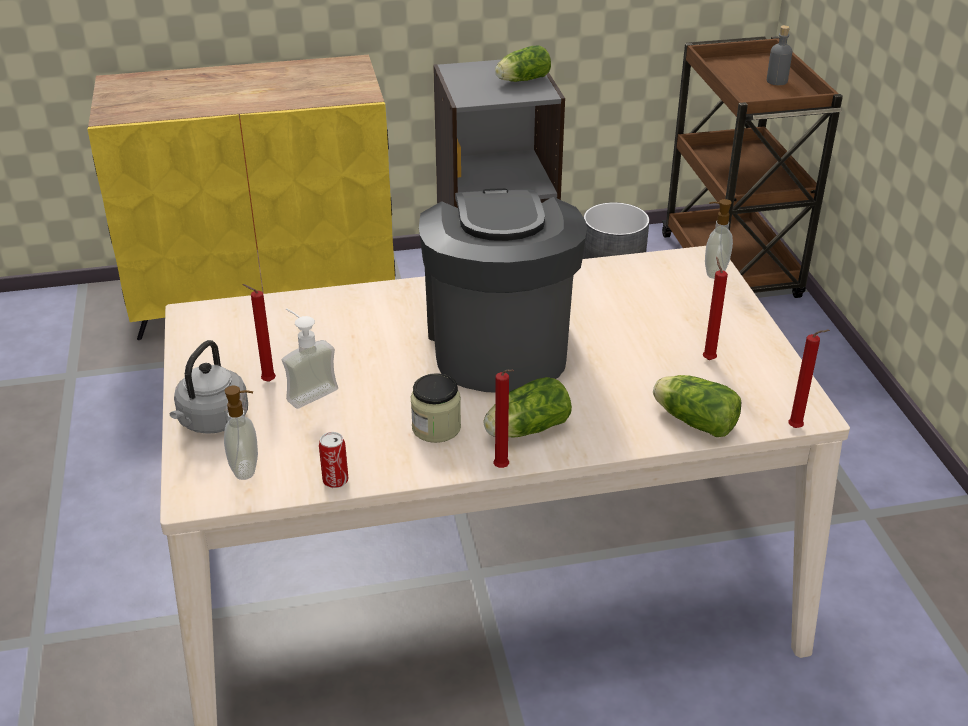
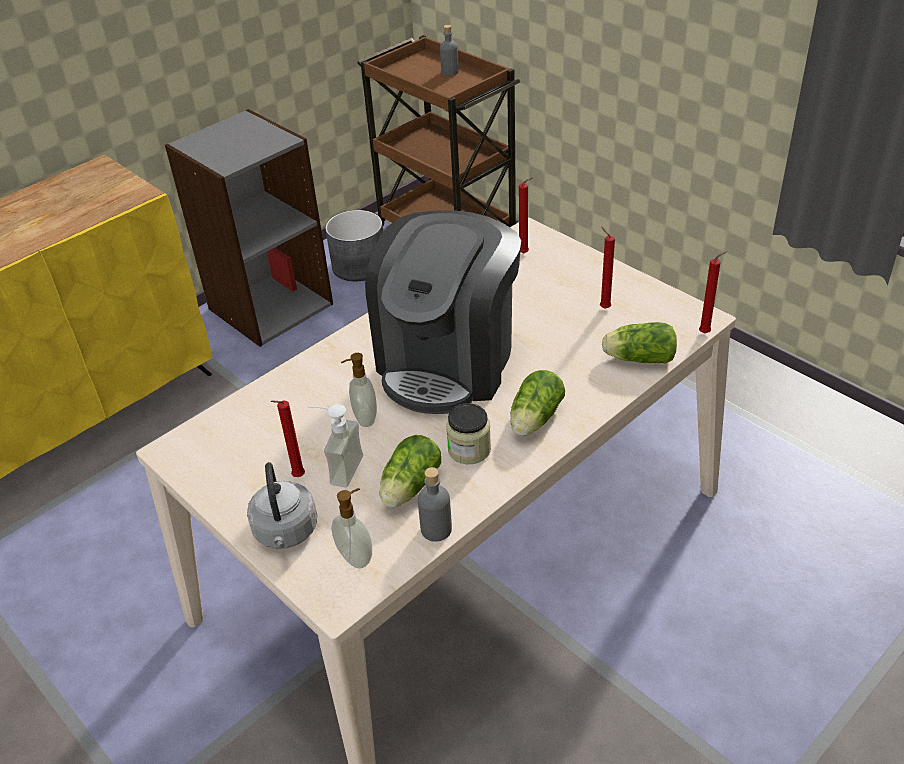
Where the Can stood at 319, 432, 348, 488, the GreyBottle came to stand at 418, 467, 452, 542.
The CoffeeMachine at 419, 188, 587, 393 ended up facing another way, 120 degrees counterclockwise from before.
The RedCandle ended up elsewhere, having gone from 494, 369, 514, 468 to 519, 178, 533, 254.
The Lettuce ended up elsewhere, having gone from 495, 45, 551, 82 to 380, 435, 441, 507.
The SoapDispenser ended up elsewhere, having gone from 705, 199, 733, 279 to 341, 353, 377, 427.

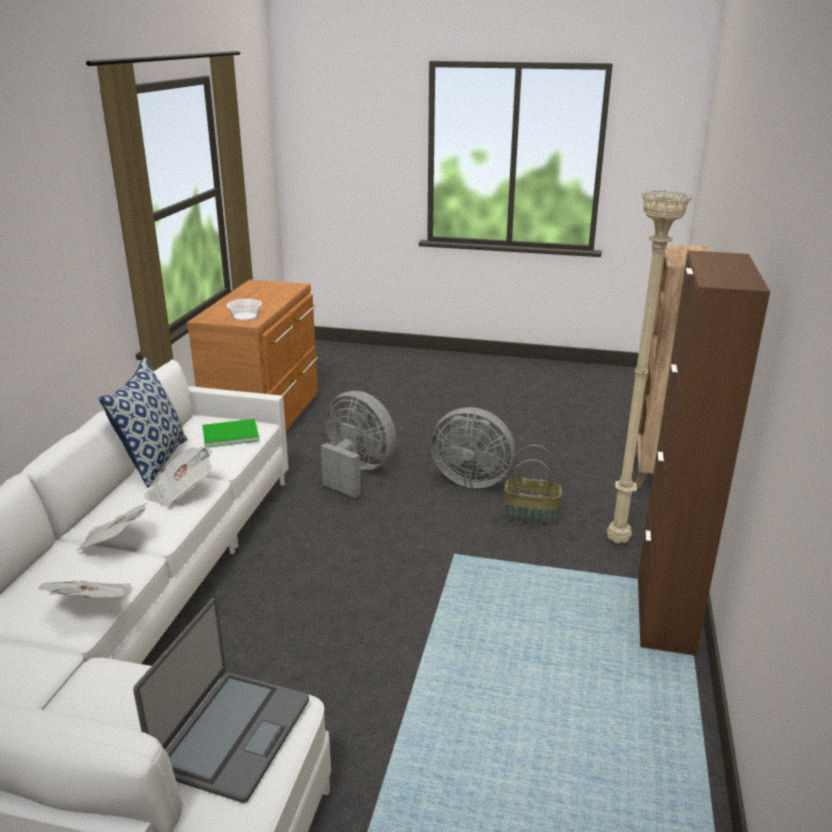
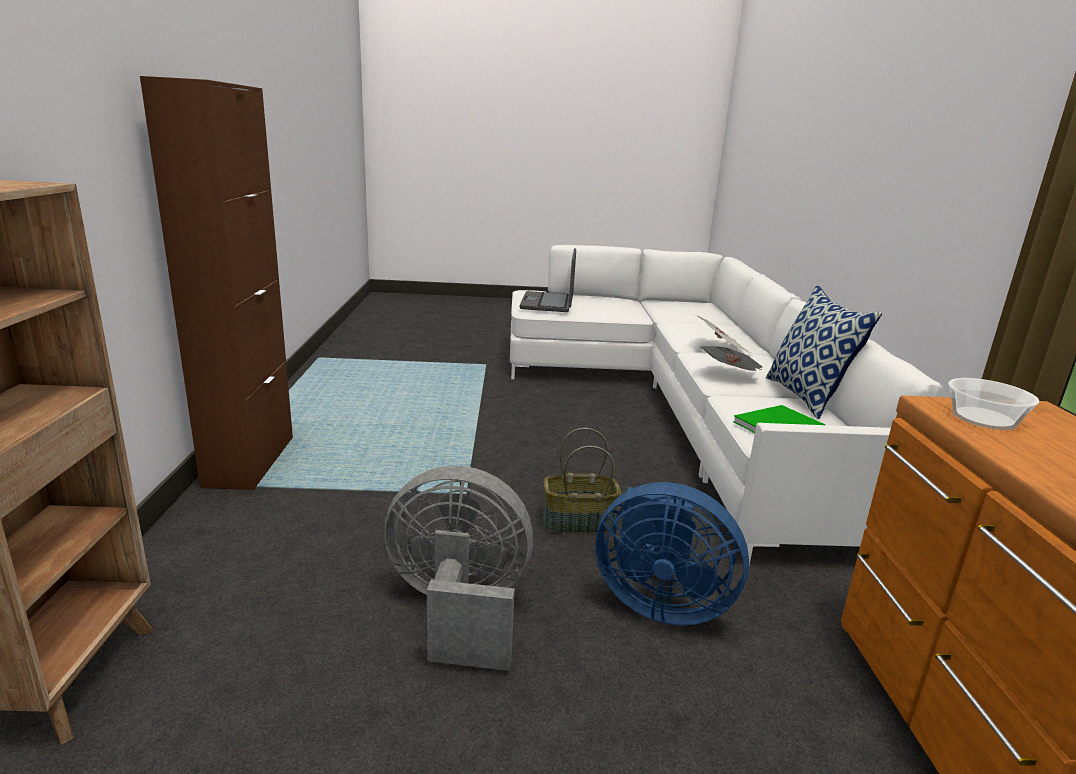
The second view lost the Newspaper at 39, 581, 131, 598.
What was the GreyFan at 321, 391, 396, 498 turned into the BlueFan at 595, 482, 749, 626.
The Basket ended up elsewhere, having gone from 504, 445, 562, 525 to 543, 428, 621, 533.
The second view lost the BeigeFloorLamp at 607, 190, 692, 544.

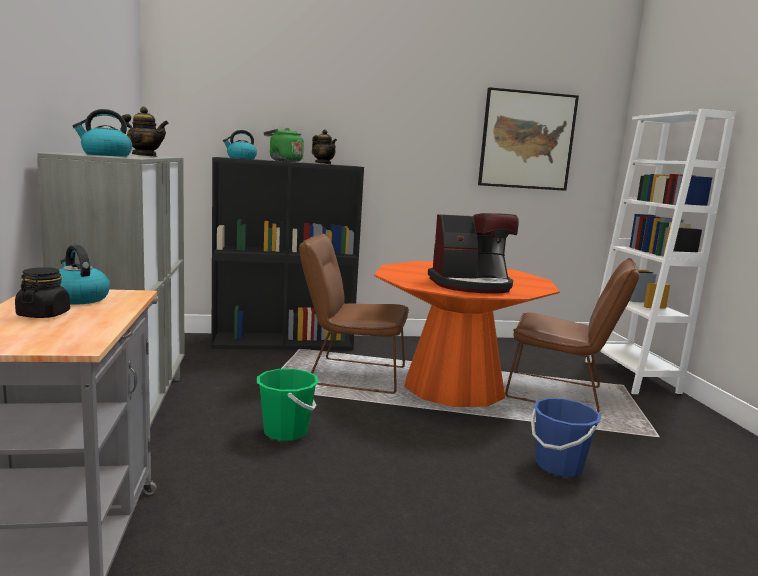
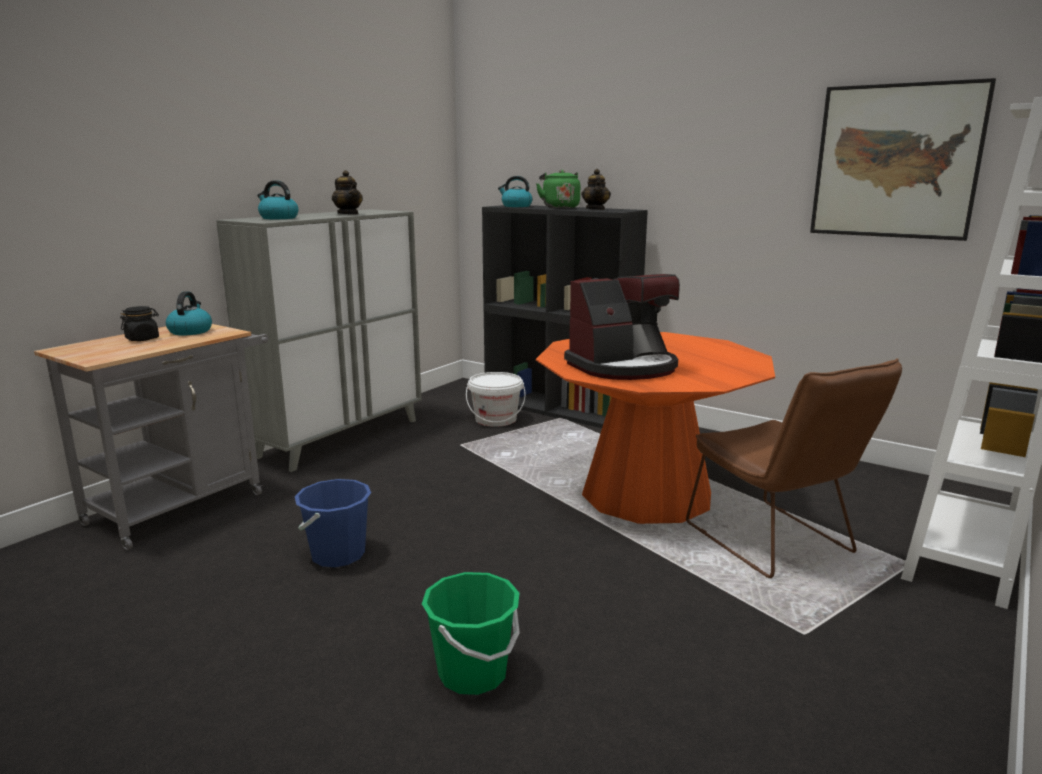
The GreenBucket ended up elsewhere, having gone from 257, 369, 319, 441 to 422, 572, 520, 695.
The second view lost the BrownChair at 299, 233, 409, 394.
The CoffeeMachine at 428, 213, 519, 294 ended up facing another way, 60 degrees counterclockwise from before.
The BlueBucket ended up elsewhere, having gone from 531, 398, 601, 476 to 295, 479, 371, 567.
The second view gained the WhiteBucket at 466, 372, 525, 427.

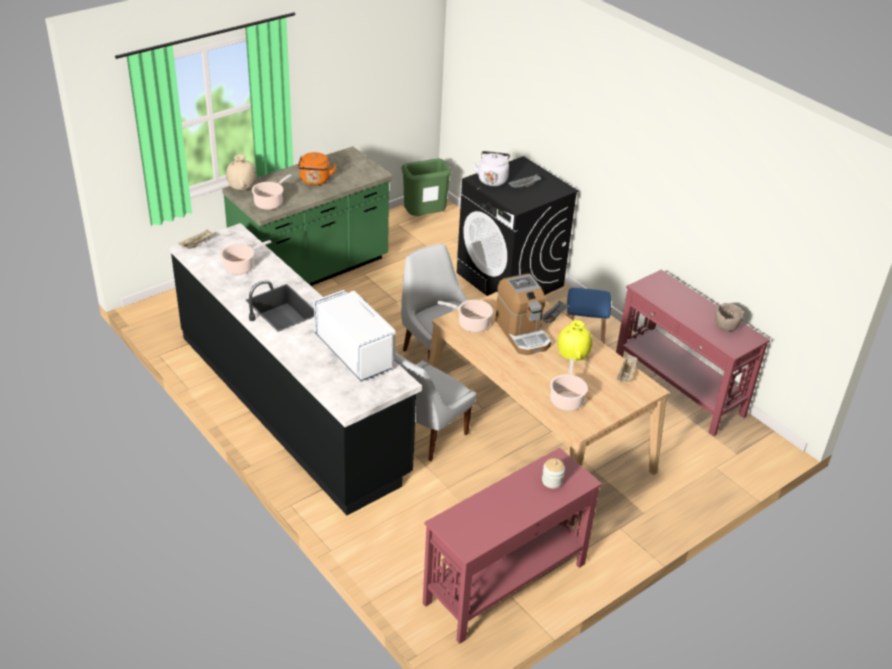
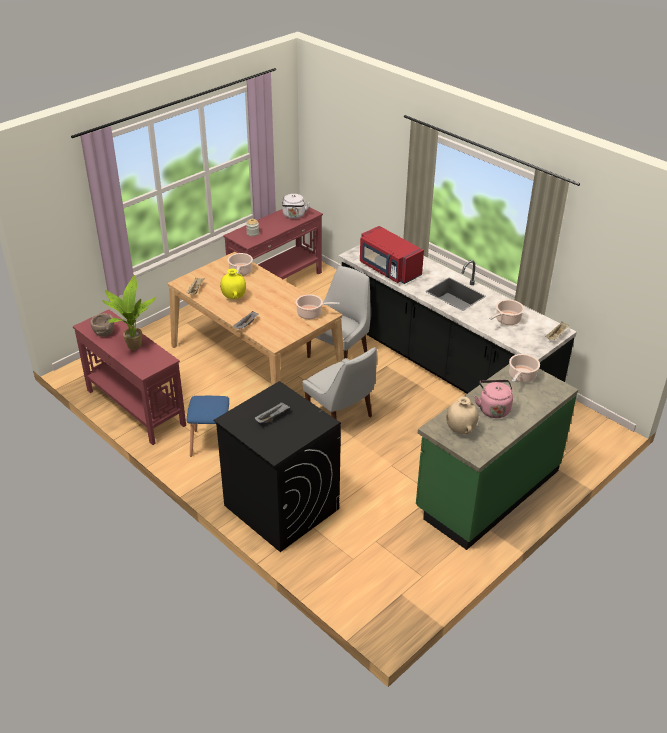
The BeigeVase ended up elsewhere, having gone from 226, 154, 256, 190 to 446, 397, 478, 434.
What was the OrangeKettle at 298, 152, 336, 185 turned into the PinkKettle at 474, 380, 513, 418.
What was the WhiteMicrowave at 314, 290, 395, 381 turned into the RedMicrowave at 360, 226, 424, 284.
The second view lost the GreenTrashCan at 402, 159, 452, 216.
The WhiteKettle ended up elsewhere, having gone from 473, 151, 510, 186 to 282, 194, 310, 219.
The second view lost the CoffeeMachine at 495, 273, 551, 355.
The second view gained the PottedPlant at 102, 275, 156, 350.

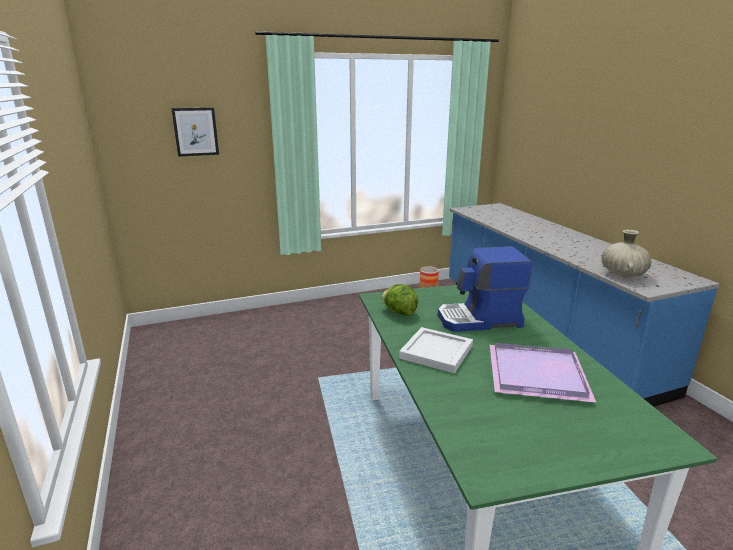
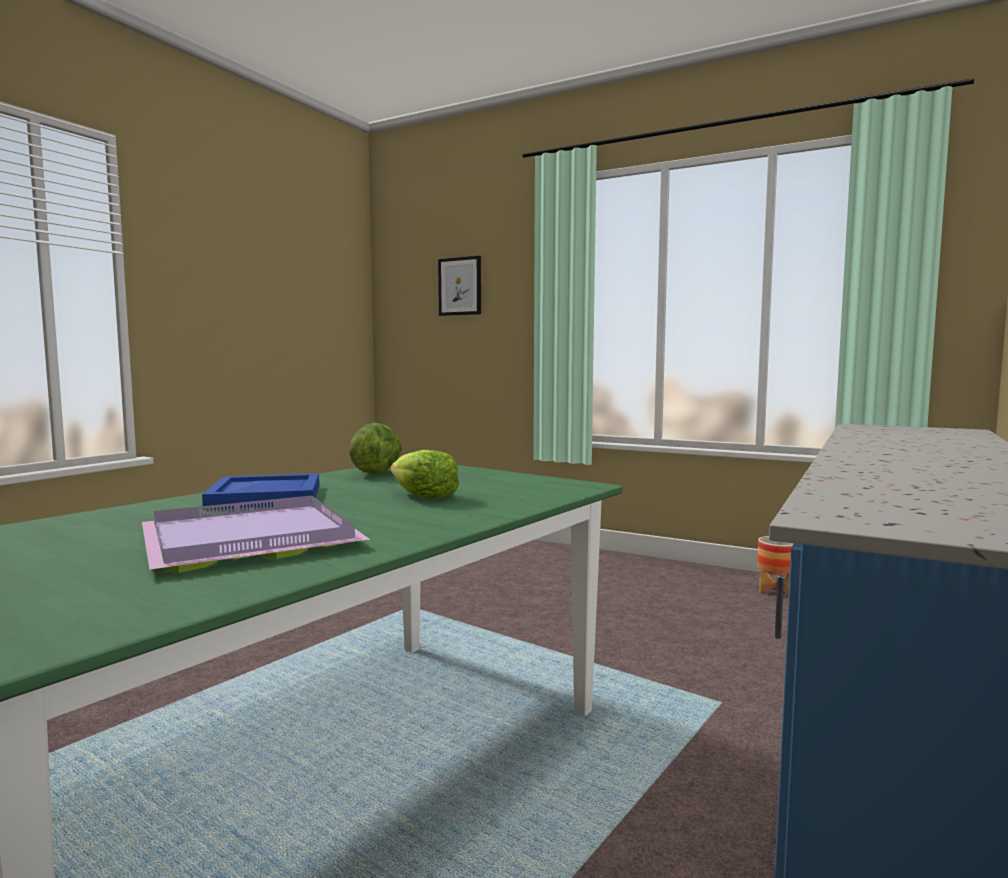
What was the WhiteTray at 399, 327, 473, 374 turned into the BlueTray at 202, 473, 319, 510.
Where the CoffeeMachine stood at 437, 246, 532, 332, the Lettuce came to stand at 391, 450, 459, 499.
The second view lost the BeigeVase at 602, 230, 651, 277.

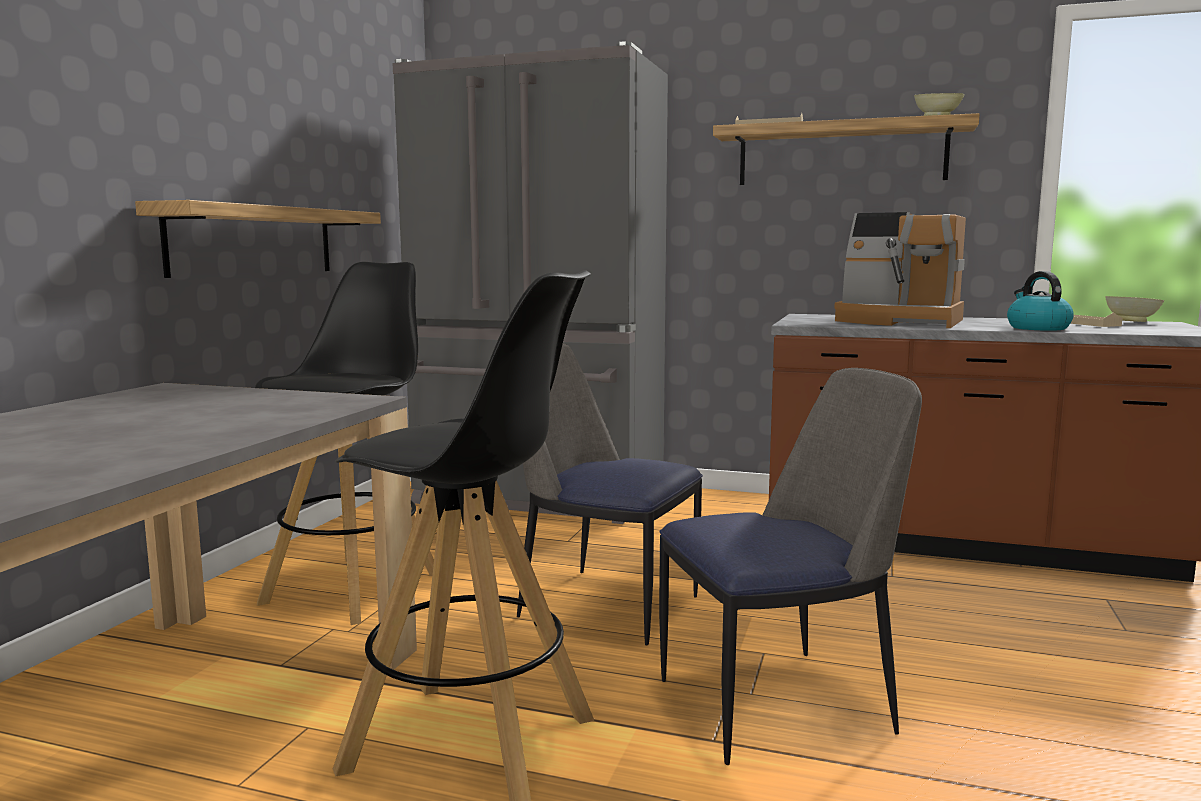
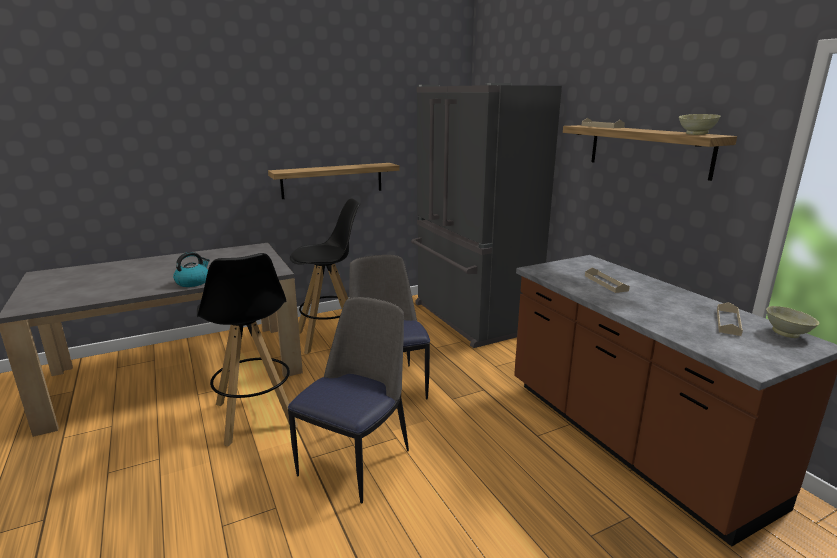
The Chair at 659, 368, 922, 765 ended up facing another way, 90 degrees counterclockwise from before.
Where the CoffeeMachine stood at 834, 212, 966, 328, the BeigeTray came to stand at 585, 268, 630, 293.
The Kettle ended up elsewhere, having gone from 1007, 271, 1074, 331 to 173, 252, 210, 287.

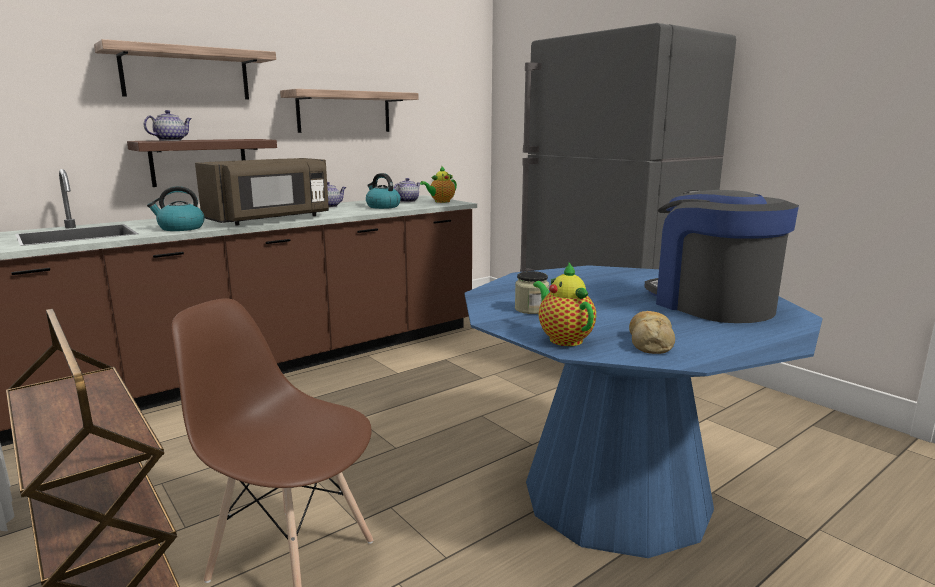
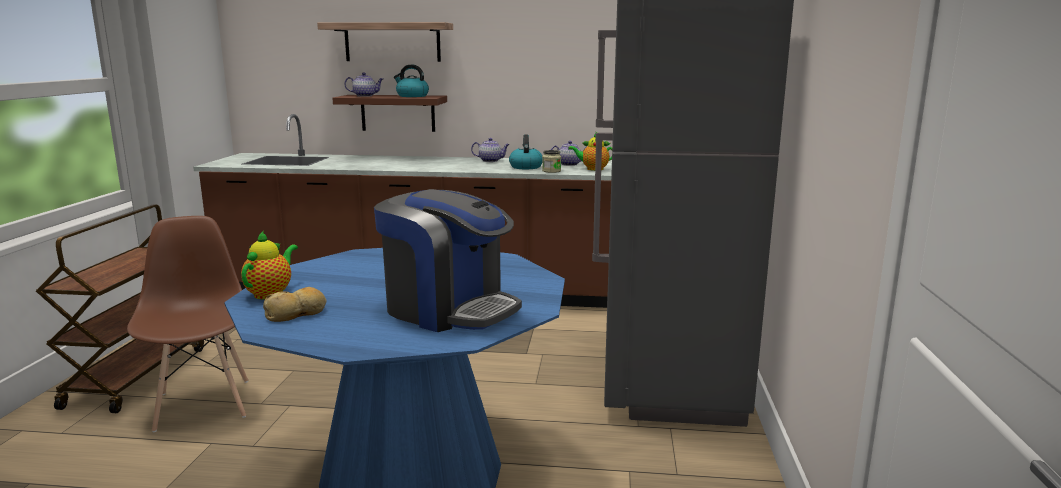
The Kettle ended up elsewhere, having gone from 147, 186, 205, 231 to 394, 65, 429, 97.
The second view lost the BrownMicrowave at 195, 158, 329, 225.
The second view lost the Shelf at 280, 89, 418, 133.
The Jar ended up elsewhere, having gone from 515, 271, 549, 314 to 542, 150, 561, 173.
The CoffeeMachine at 644, 190, 799, 323 ended up facing another way, 105 degrees clockwise from before.

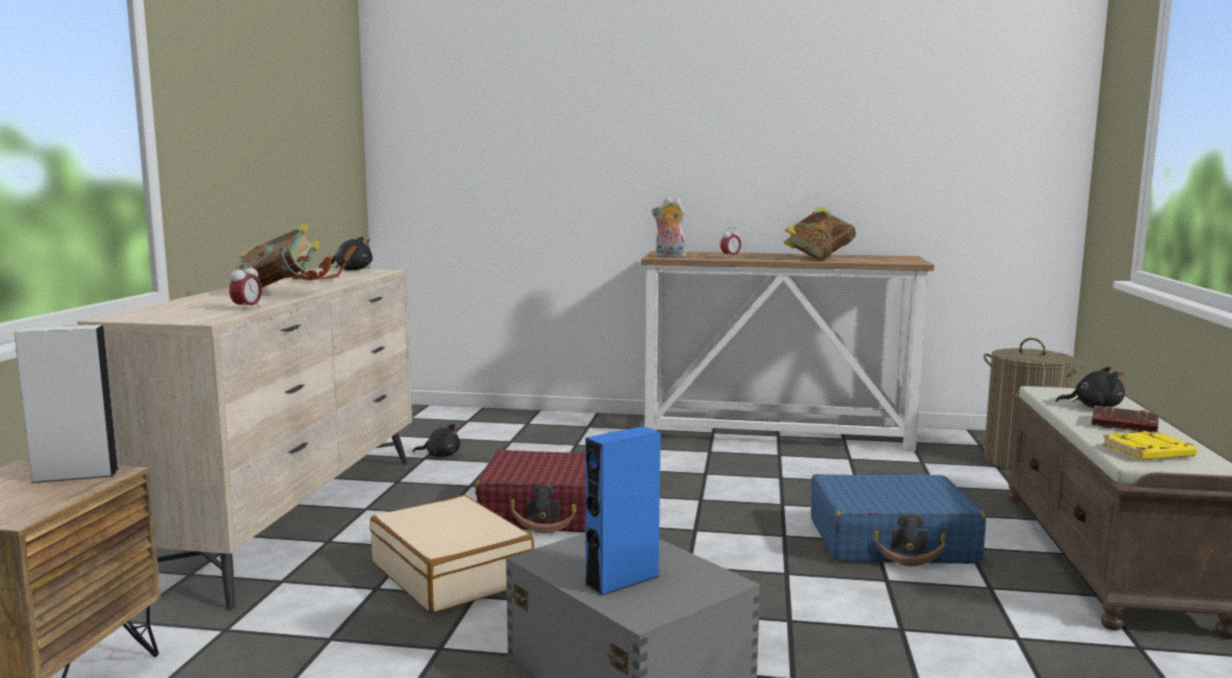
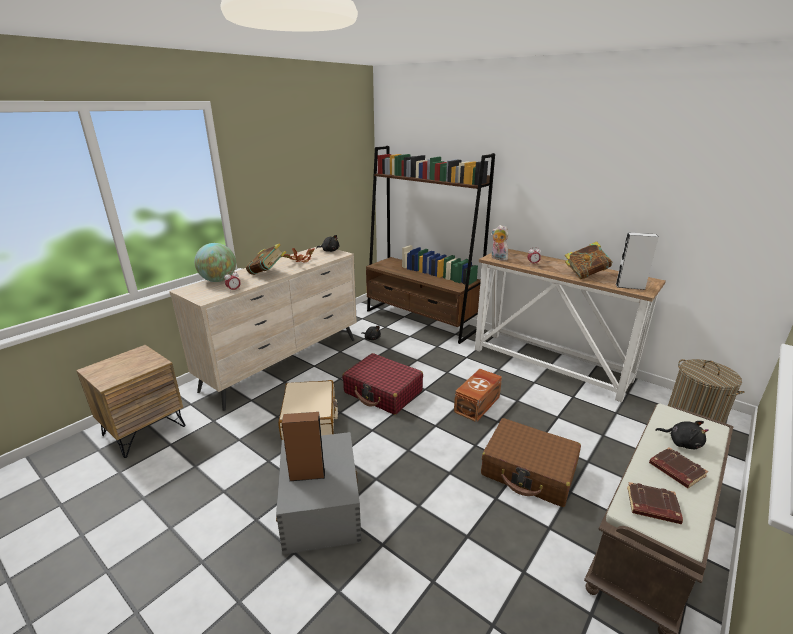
The GreySpeaker ended up elsewhere, having gone from 14, 324, 119, 483 to 616, 232, 659, 290.
What was the BlueSpeaker at 585, 426, 661, 596 turned into the BrownSpeaker at 282, 412, 325, 481.
What was the BlueSuitcase at 811, 474, 986, 566 turned into the BrownSuitcase at 481, 418, 581, 507.
What was the YellowBook at 1102, 431, 1197, 460 turned into the BrownBook at 627, 482, 683, 524.
The second view gained the Globe at 194, 243, 236, 282.
The second view gained the BrownBookcase at 366, 146, 495, 344.
The second view gained the BrownStorageBox at 454, 369, 502, 422.

